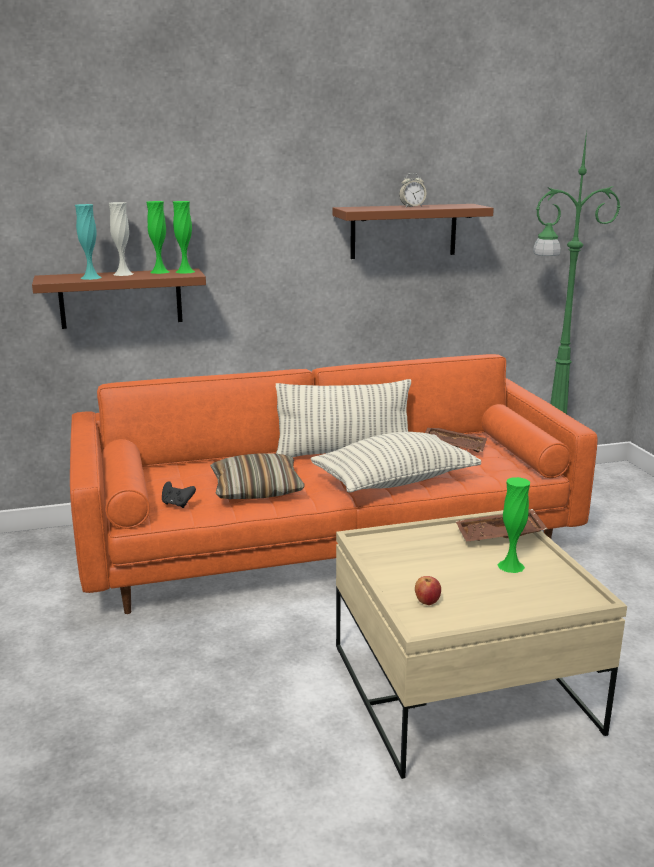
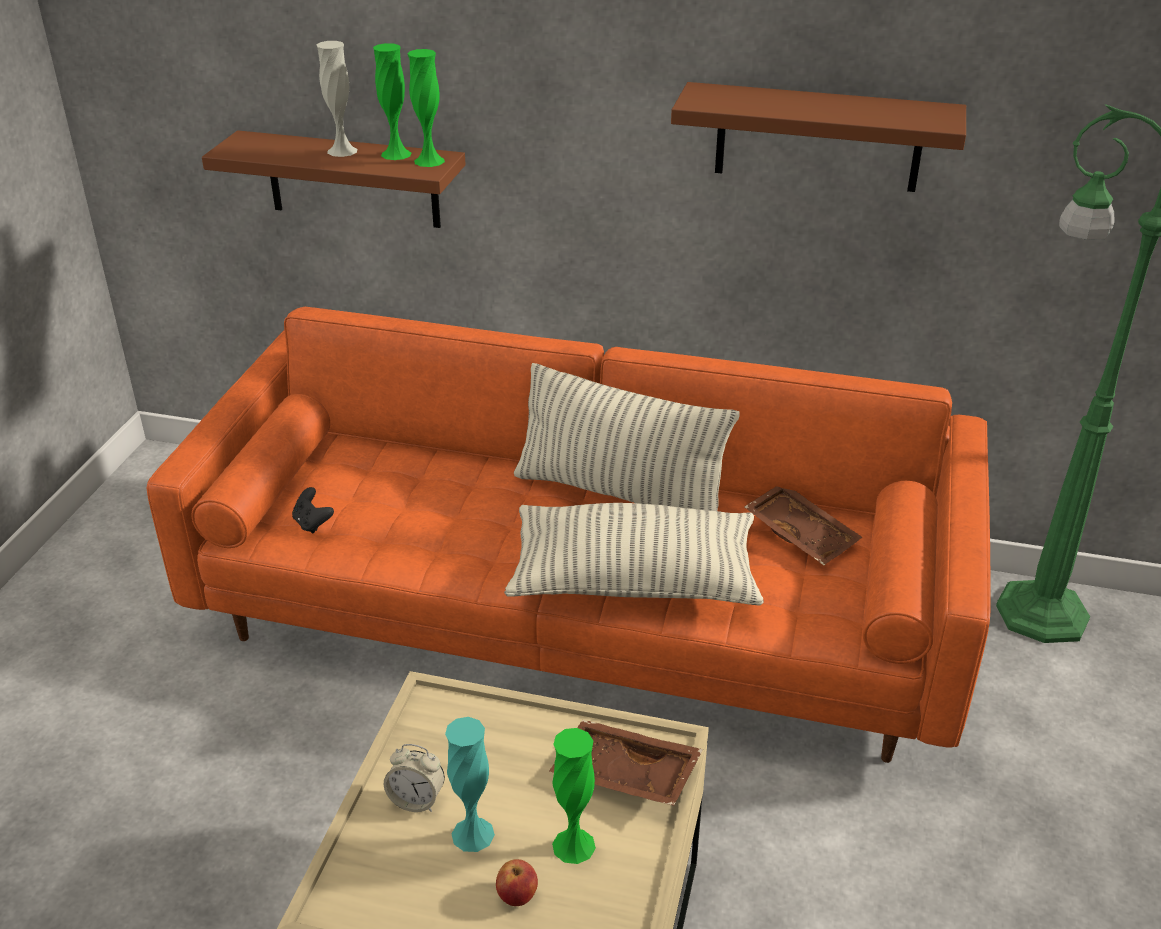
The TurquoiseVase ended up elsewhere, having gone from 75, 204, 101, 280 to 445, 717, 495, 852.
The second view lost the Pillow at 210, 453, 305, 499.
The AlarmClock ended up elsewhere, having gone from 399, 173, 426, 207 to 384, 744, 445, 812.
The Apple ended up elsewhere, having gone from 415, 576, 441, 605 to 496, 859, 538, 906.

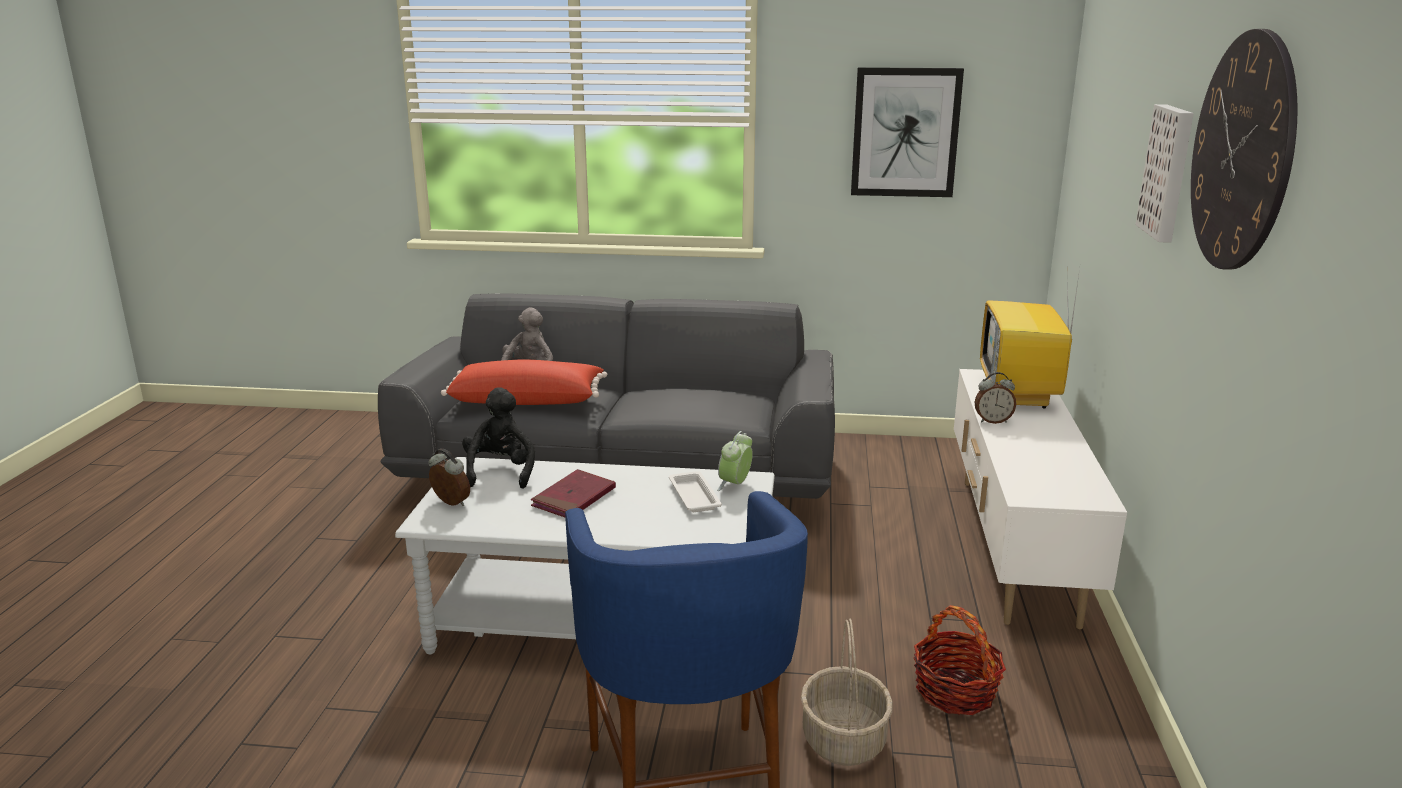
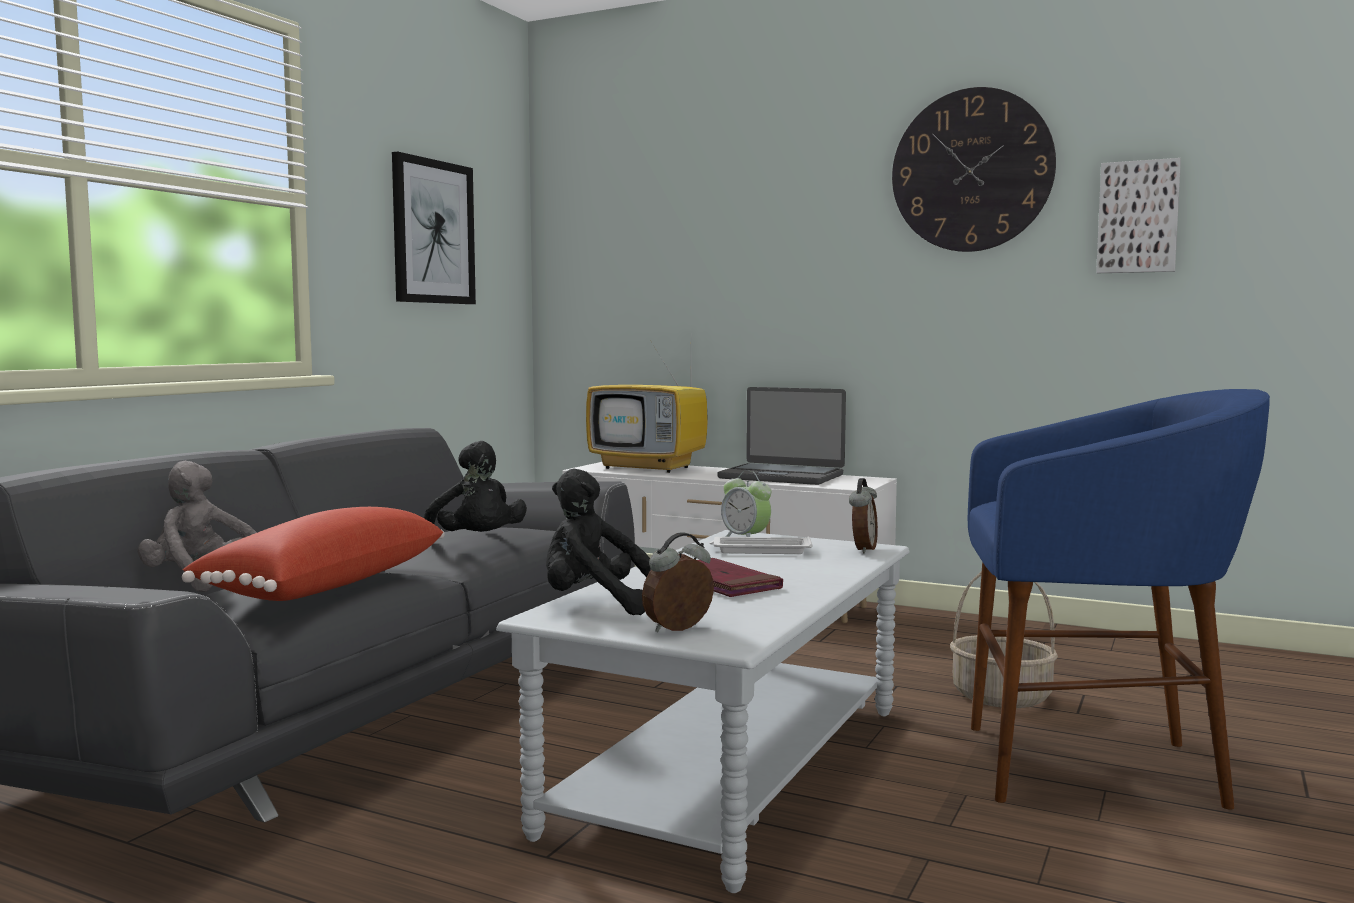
The second view lost the Basket at 913, 605, 1006, 715.
The AlarmClock ended up elsewhere, having gone from 975, 372, 1016, 424 to 849, 478, 878, 554.
The Picture ended up elsewhere, having gone from 1135, 104, 1194, 243 to 1096, 158, 1181, 273.
The second view gained the BlackPlushToy at 424, 441, 527, 532.
The second view gained the Laptop at 718, 387, 846, 485.

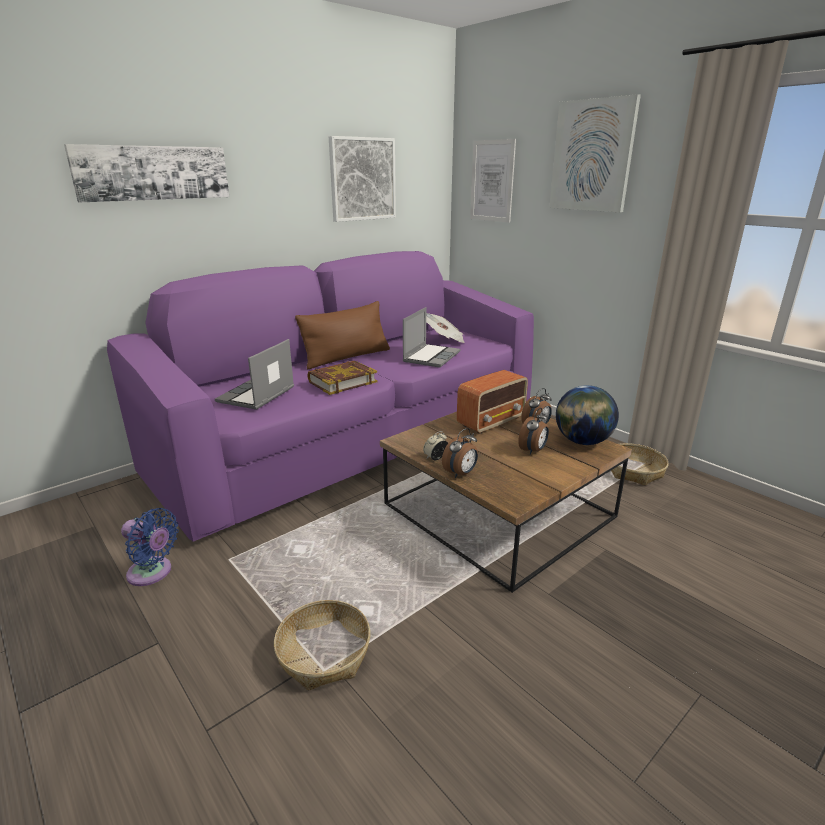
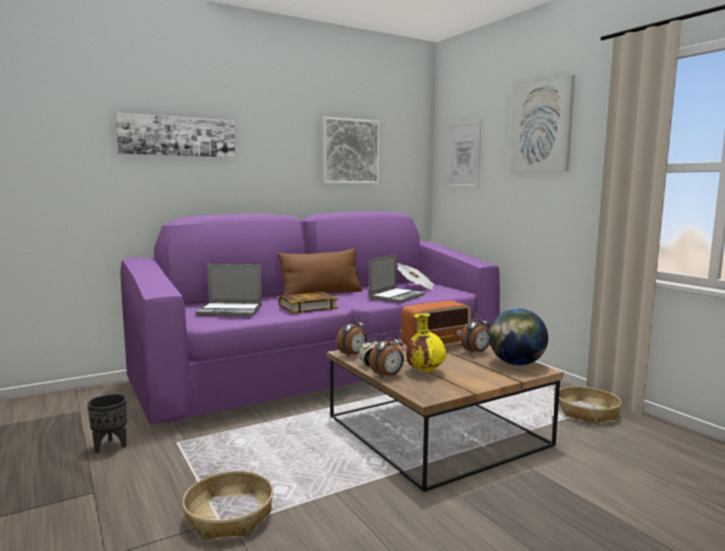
Where the BlueFan stood at 121, 508, 179, 586, the BlackPlanter came to stand at 87, 394, 127, 453.
The Laptop at 215, 339, 294, 410 ended up facing another way, 120 degrees counterclockwise from before.
The AlarmClock ended up elsewhere, having gone from 518, 408, 549, 455 to 336, 315, 367, 357.
The second view gained the YellowVase at 406, 314, 446, 372.

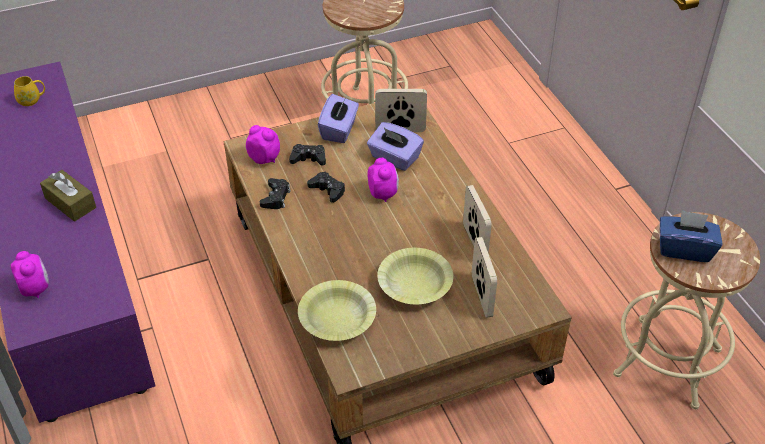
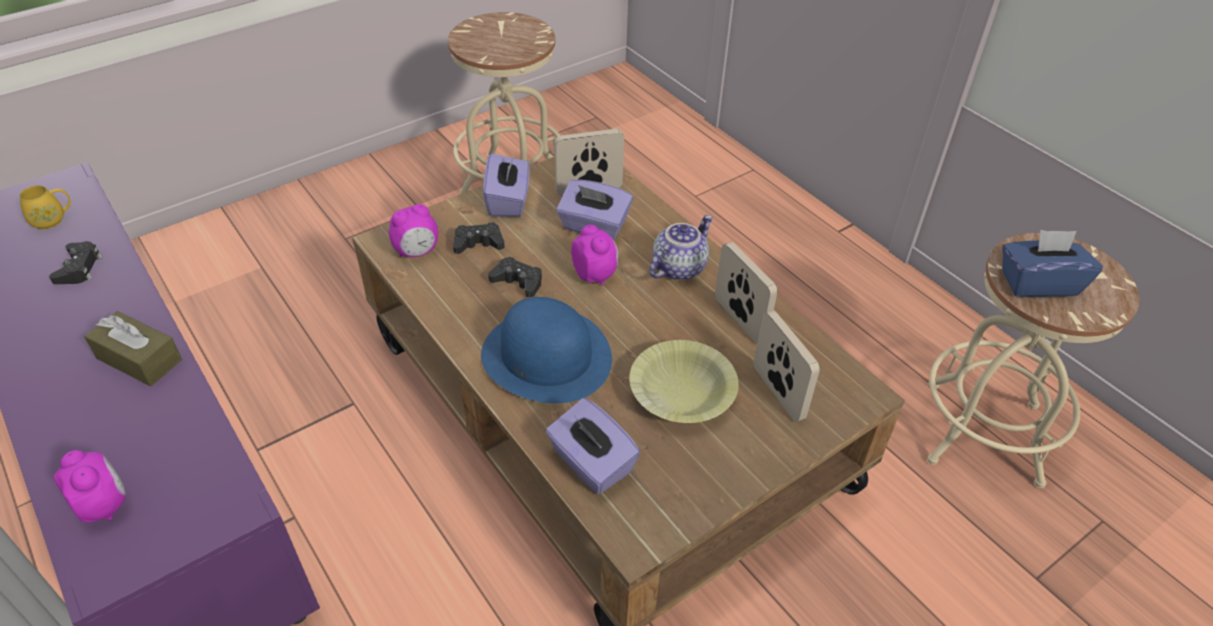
The AlarmClock at 246, 125, 280, 164 ended up facing another way, 135 degrees clockwise from before.
The BlackGameController ended up elsewhere, having gone from 260, 178, 291, 209 to 49, 241, 102, 284.
Where the YellowBowl stood at 298, 280, 376, 341, the PurpleTissueBox came to stand at 546, 398, 640, 494.
The second view gained the BlueHat at 481, 297, 612, 403.
The second view gained the Teapot at 649, 215, 713, 280.

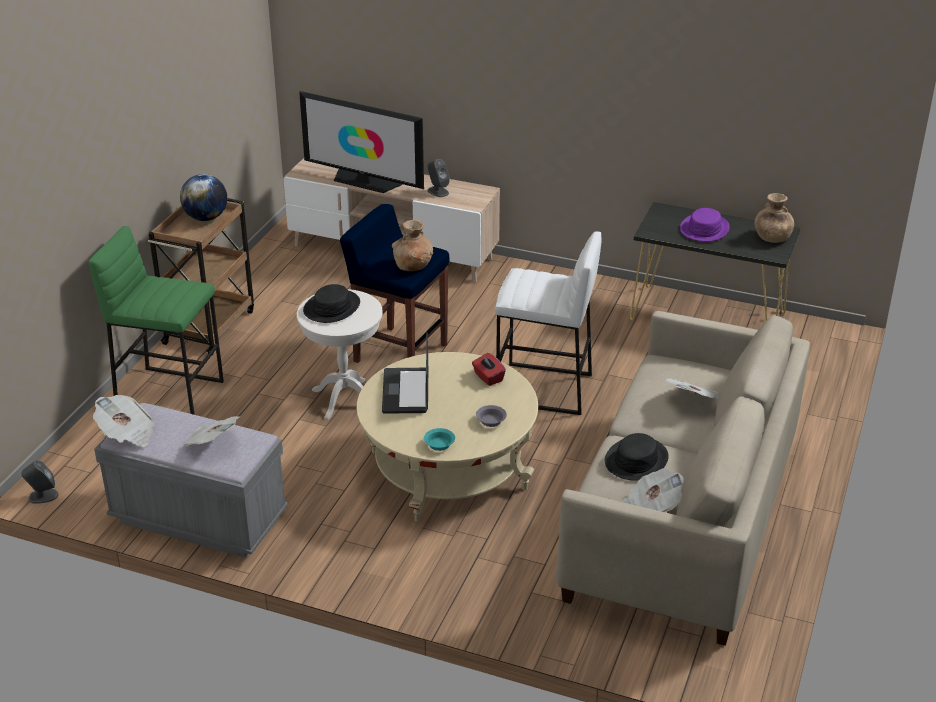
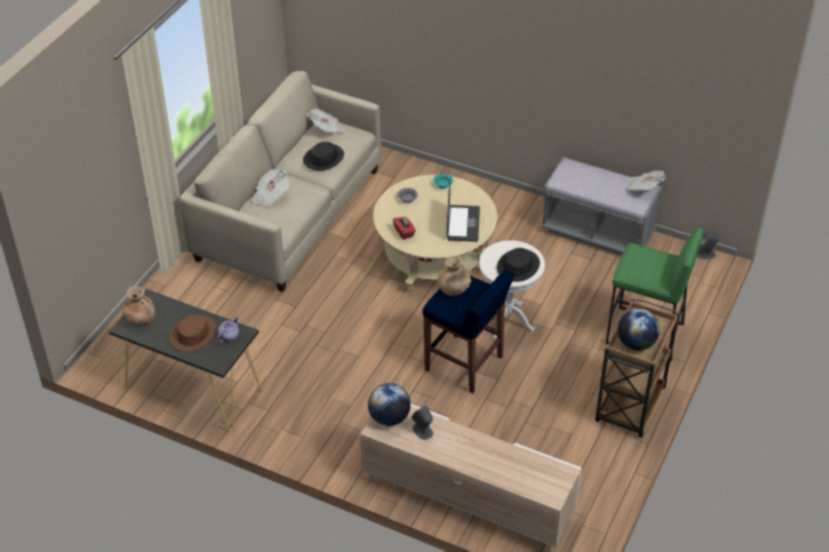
The second view lost the Newspaper at 183, 416, 240, 445.
The second view lost the Television at 299, 91, 424, 193.
The second view lost the WhiteStool at 495, 231, 602, 415.
What was the PurpleHat at 680, 208, 730, 242 turned into the BrownHat at 169, 315, 217, 352.
The second view gained the Teapot at 217, 316, 239, 343.
The second view gained the Globe at 368, 383, 411, 426.

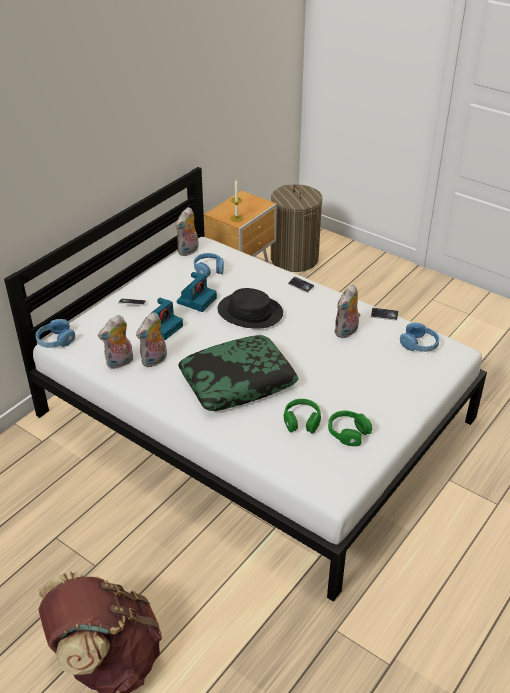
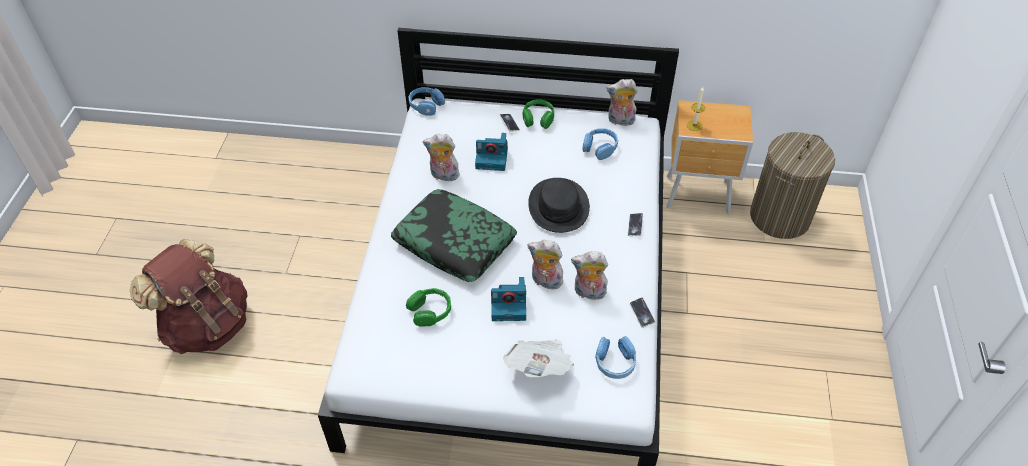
The PlushToy ended up elsewhere, having gone from 98, 315, 133, 369 to 528, 240, 565, 289.
The PhotoCamera ended up elsewhere, having gone from 177, 272, 217, 312 to 491, 277, 526, 321.
The GreenHeadphones ended up elsewhere, having gone from 328, 410, 372, 446 to 523, 99, 554, 129.
The second view gained the Newspaper at 503, 340, 574, 377.

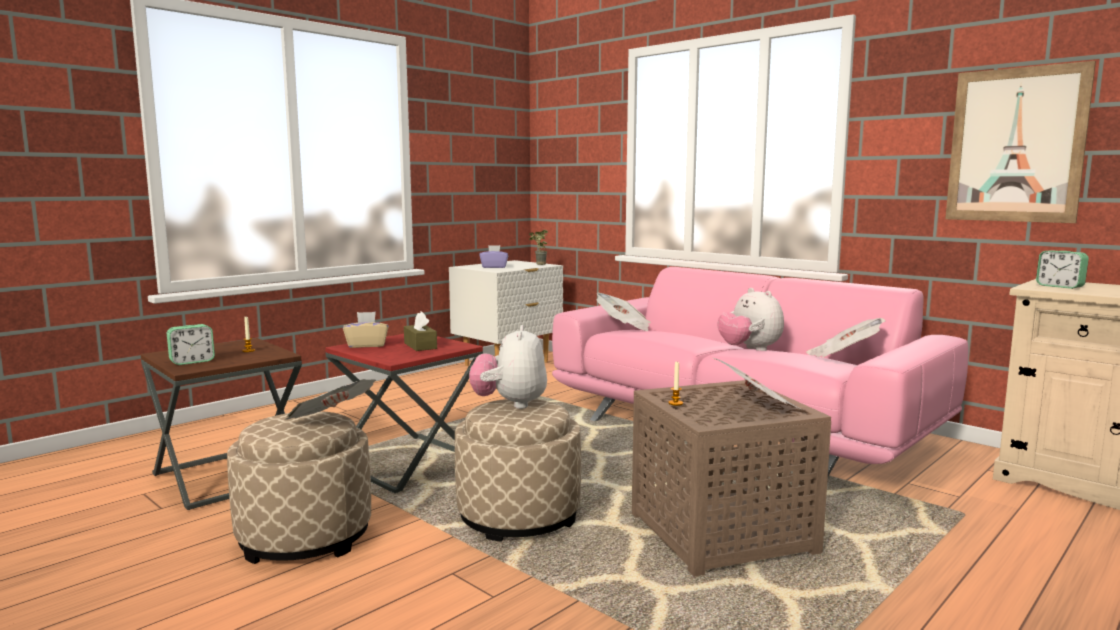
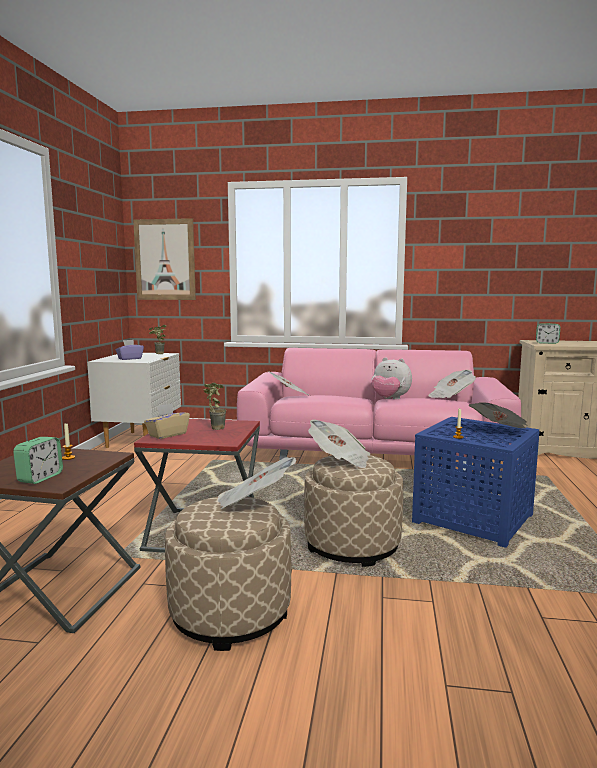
Where the BrownTissueBox stood at 404, 312, 437, 351, the PottedPlant came to stand at 203, 383, 226, 430.
Where the PlushToy stood at 469, 325, 547, 409, the Newspaper came to stand at 308, 420, 370, 468.
What was the BrownSideTable at 632, 380, 831, 577 turned into the BlueSideTable at 412, 417, 539, 548.
The Picture ended up elsewhere, having gone from 945, 61, 1096, 223 to 133, 218, 196, 300.

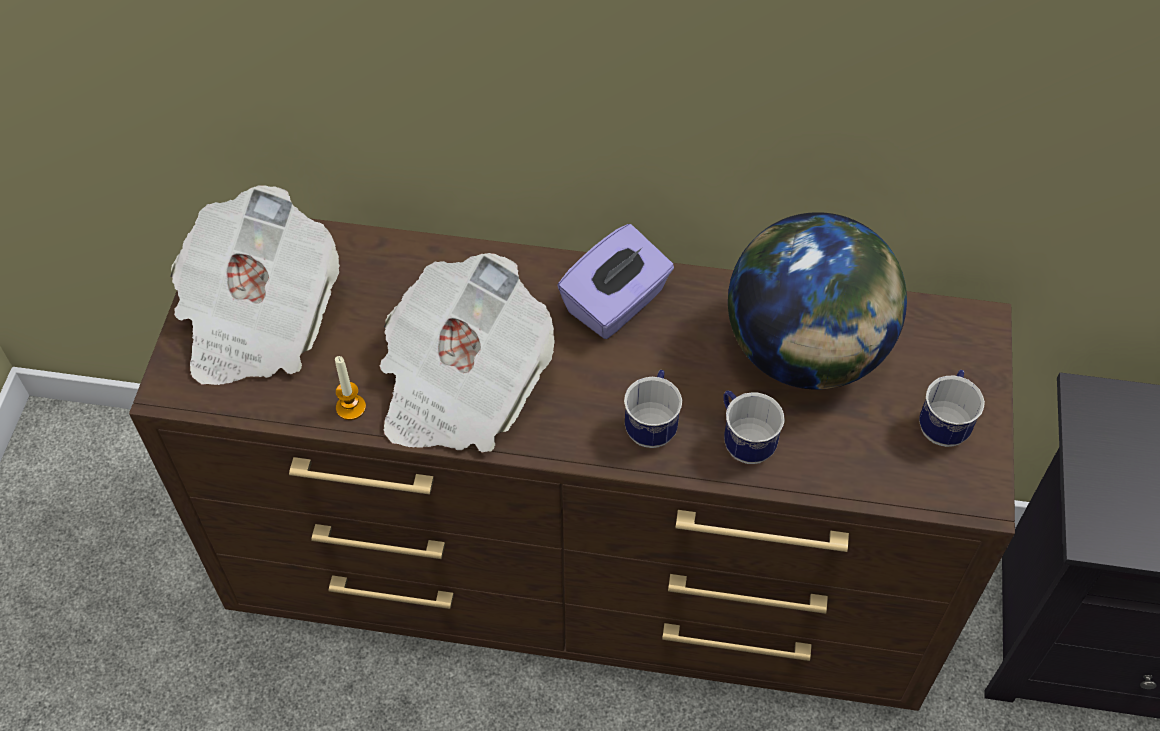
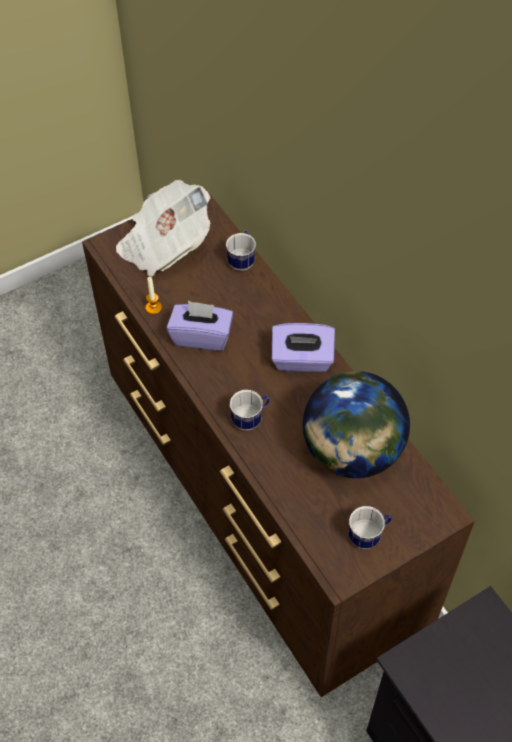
Where the Newspaper stood at 380, 253, 555, 453, the PurpleTissueBox came to stand at 167, 301, 233, 351.
The Mug ended up elsewhere, having gone from 724, 391, 785, 464 to 226, 231, 256, 271.

